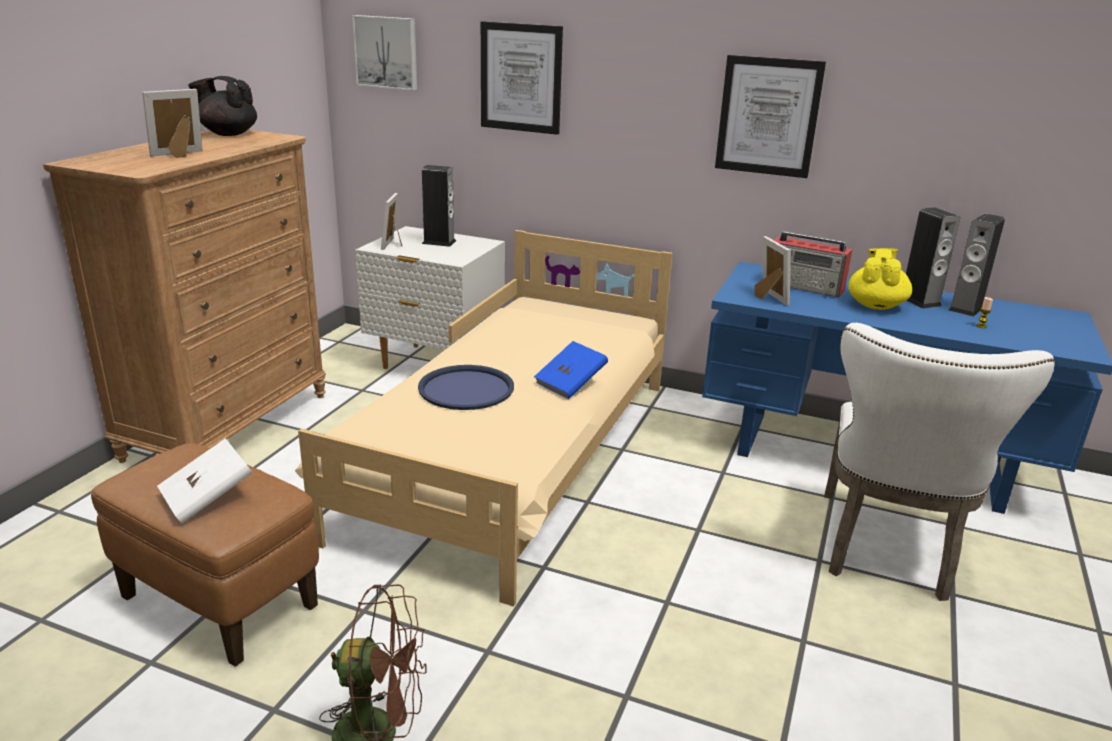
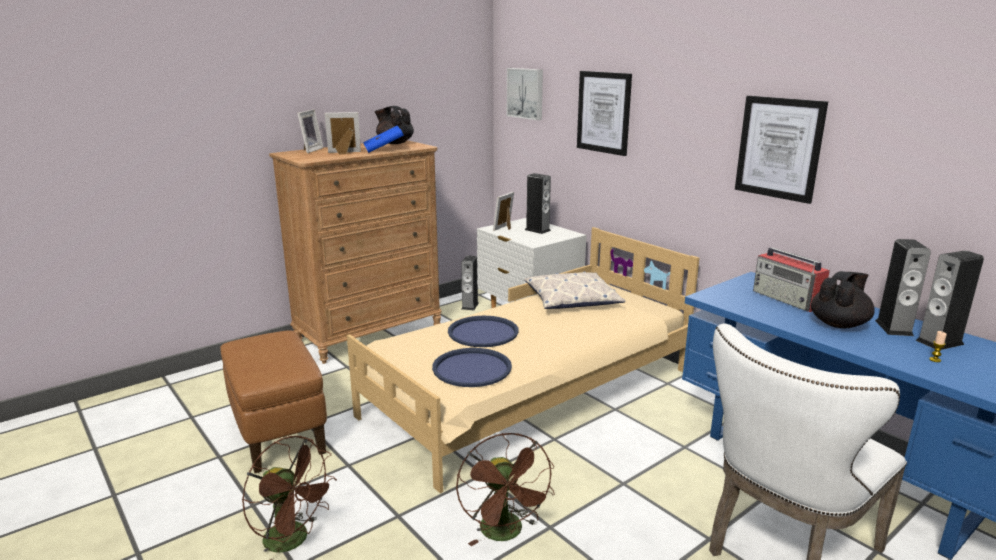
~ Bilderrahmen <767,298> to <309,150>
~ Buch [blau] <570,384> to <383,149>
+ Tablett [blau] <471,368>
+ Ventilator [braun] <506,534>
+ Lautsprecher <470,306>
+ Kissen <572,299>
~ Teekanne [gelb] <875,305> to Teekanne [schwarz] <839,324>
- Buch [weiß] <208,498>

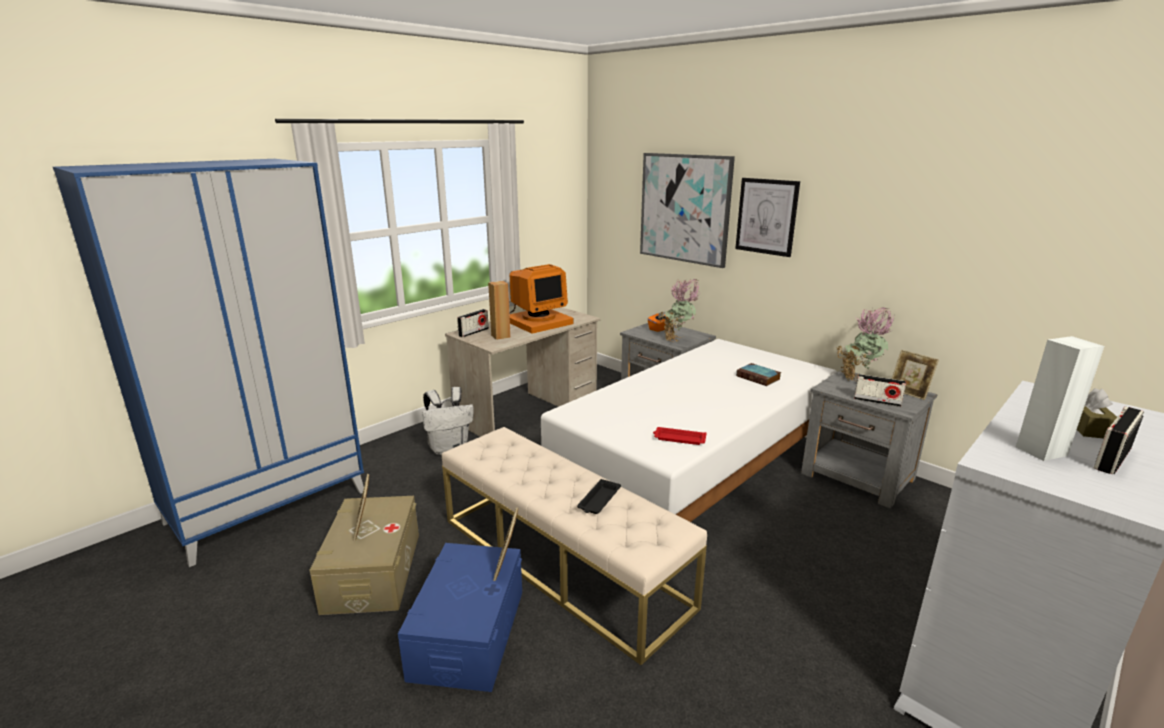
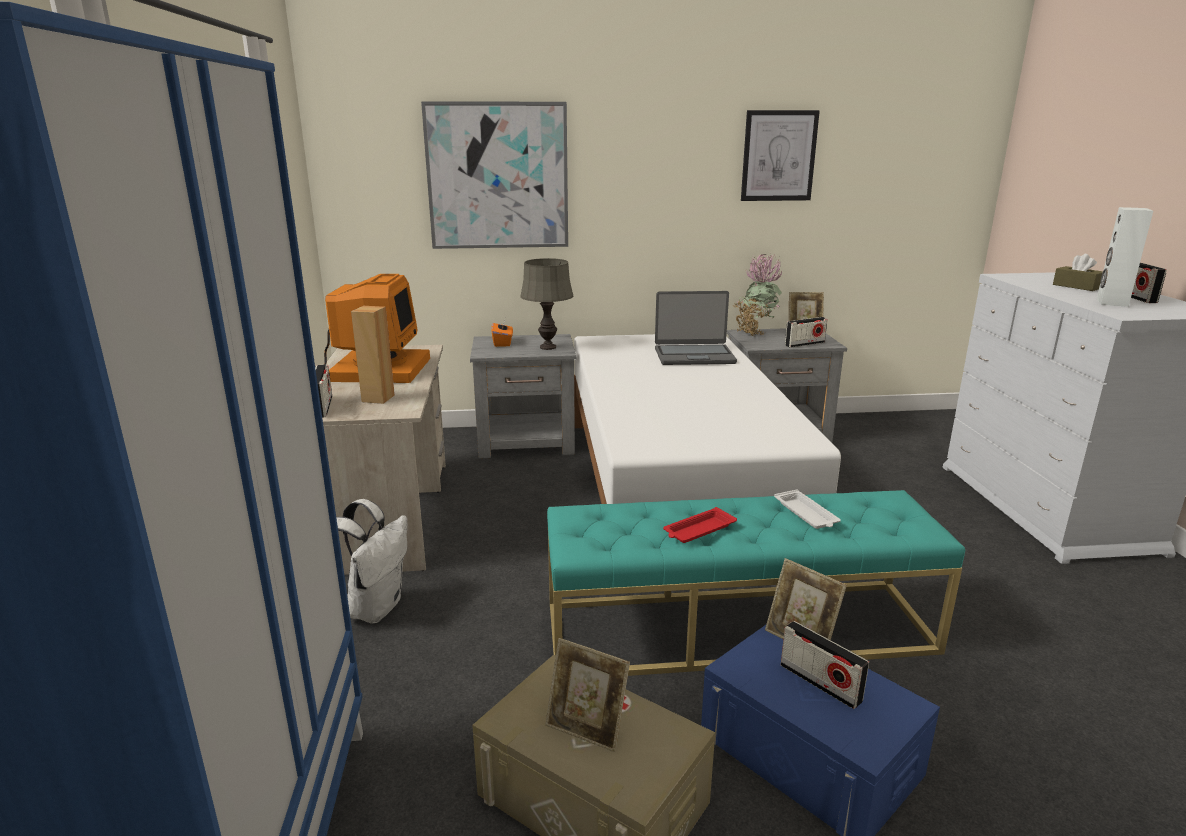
~ Topfpflanze <678,340> to Tischlampe [grau] <548,347>
~ Bank [beige] <562,561> to Bank [türkis] <738,628>
~ Buch <759,378> to Laptop <694,356>
~ Tablett [rot] <678,439> to <698,530>
~ Bild <766,216> to <778,156>
~ Tablett [schwarz] <599,500> to Tablett [weiß] <806,514>
+ Radio <820,683>

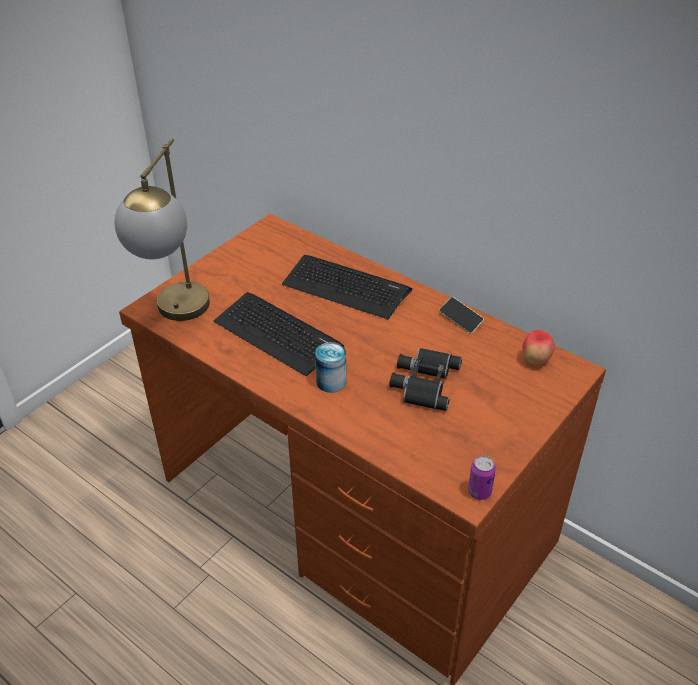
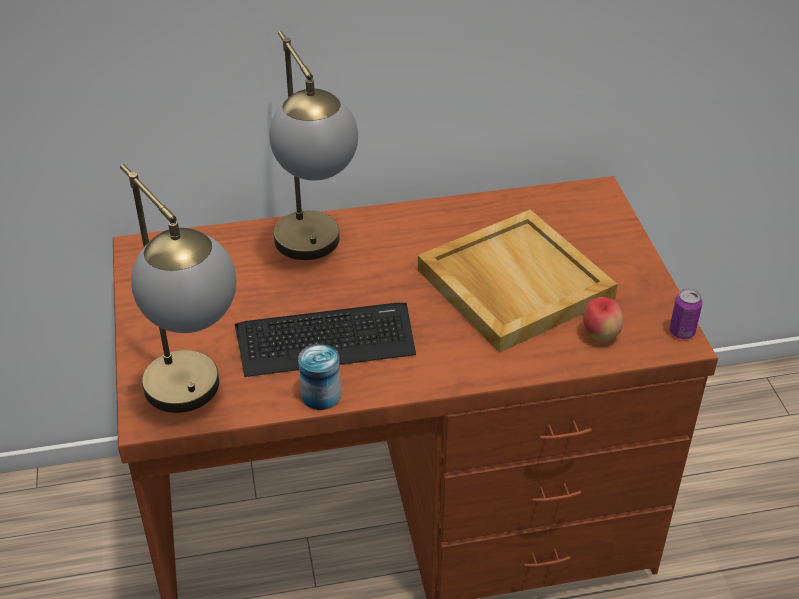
~ Tastatur <346,287> to Tischlampe <316,254>
~ Dose <331,382> to <321,395>
~ Fernglas [schwarz] <423,382> to Tablett [beige] <512,284>
~ Apfel <535,360> to <600,335>
- Handy <460,320>

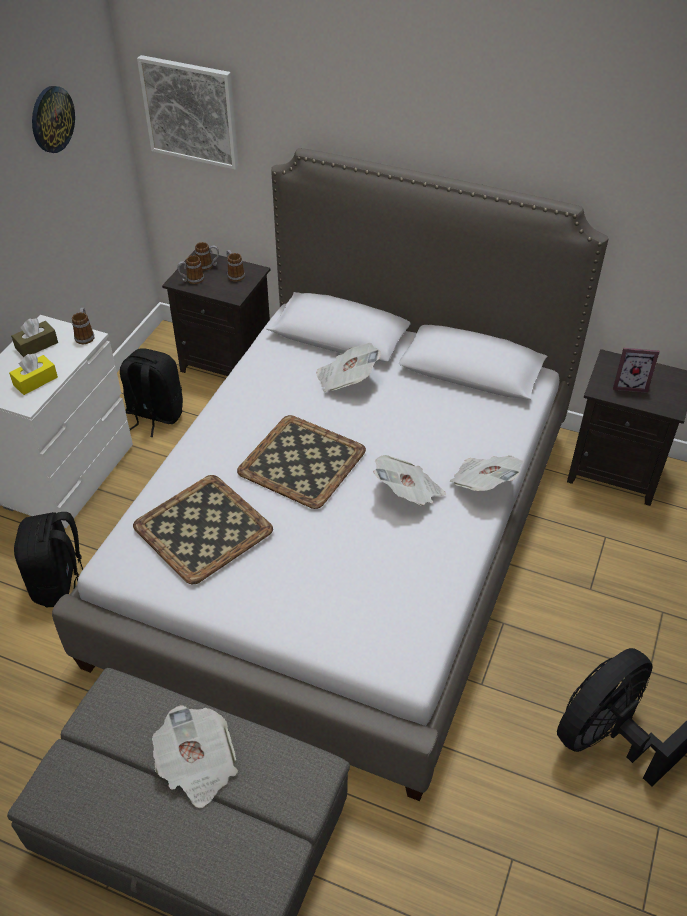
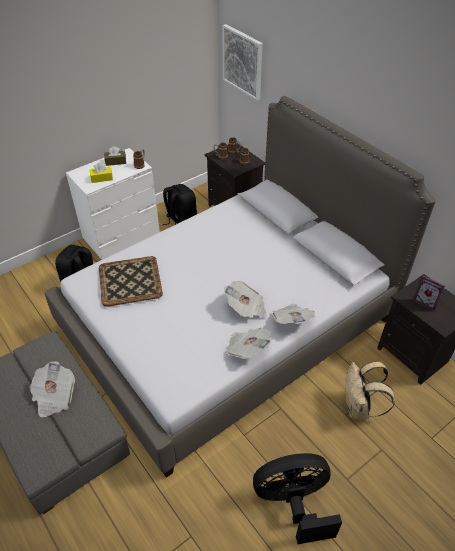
~ Zeitung <346,380> to <247,349>
+ Rucksack [beige] <359,408>
- Wanduhr <52,119>
- Tablett <302,462>

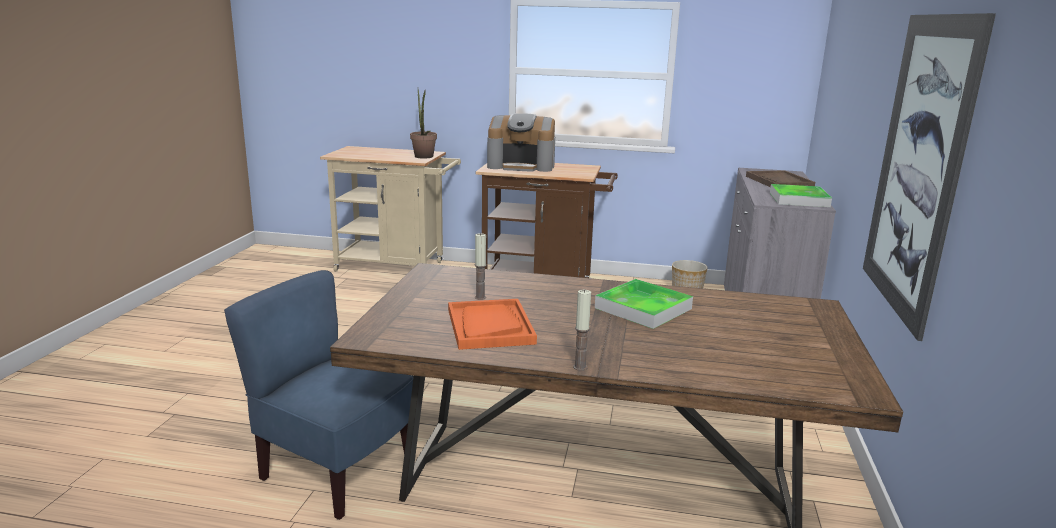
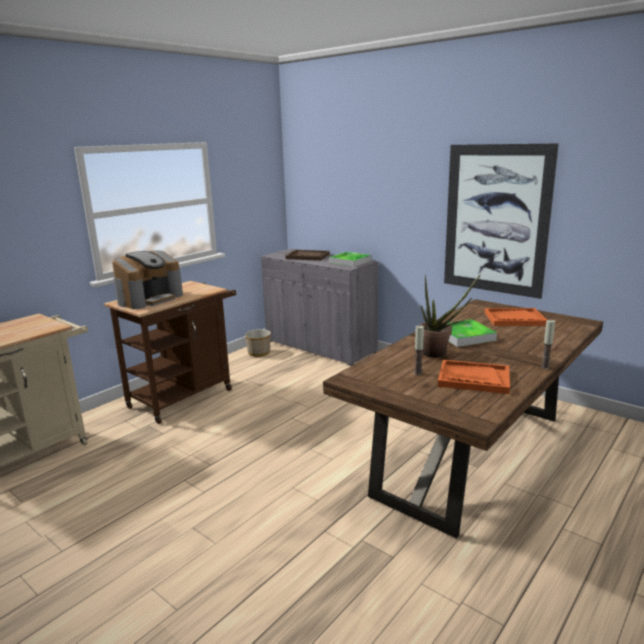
~ Topfpflanze <424,157> to <439,354>
+ Tablett [orange] <514,319>
- Stuhl [blau] <335,471>

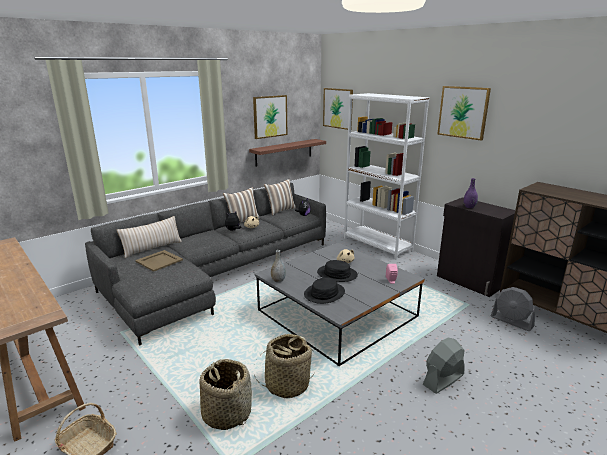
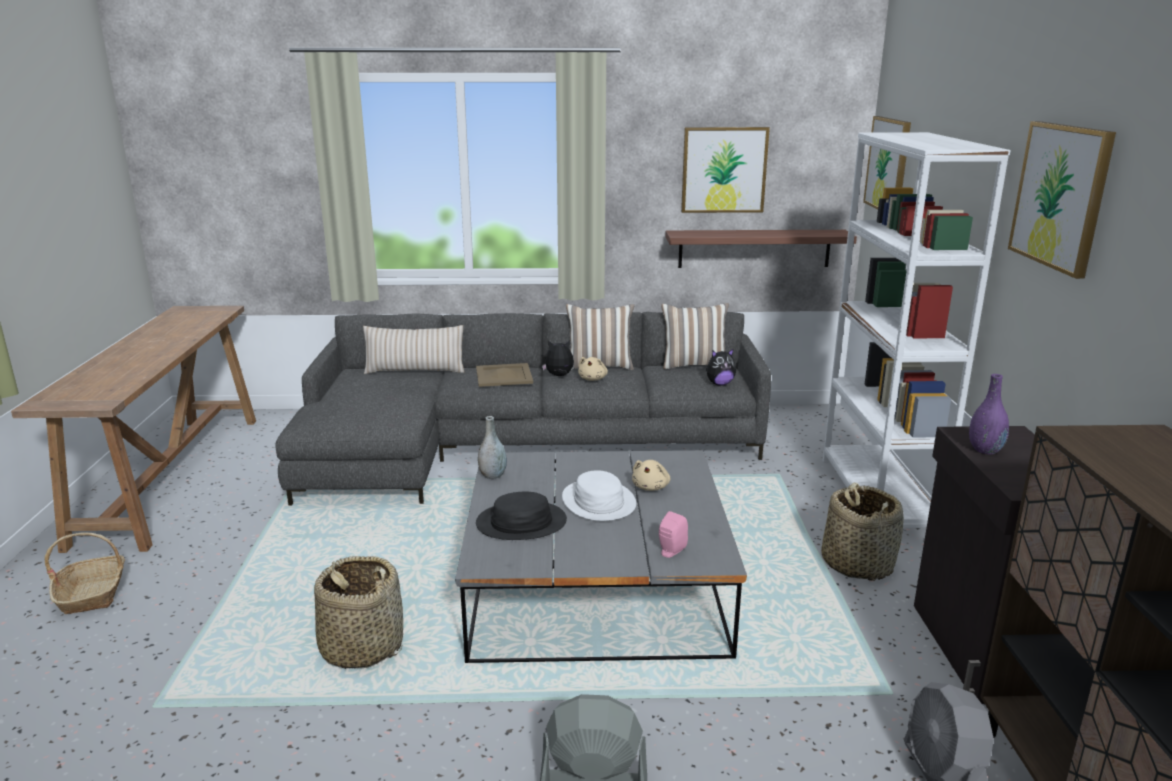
~ Tablett [beige] <159,261> to <504,375>
~ Hut [schwarz] <337,274> to Hut [weiß] <598,502>
~ Korb <226,413> to <857,563>

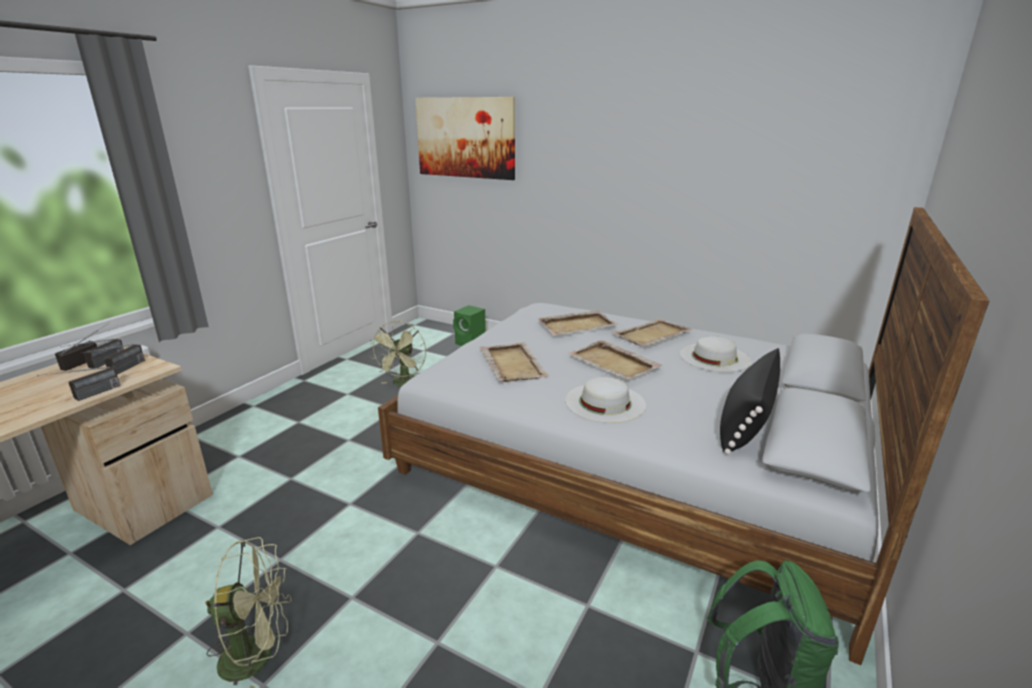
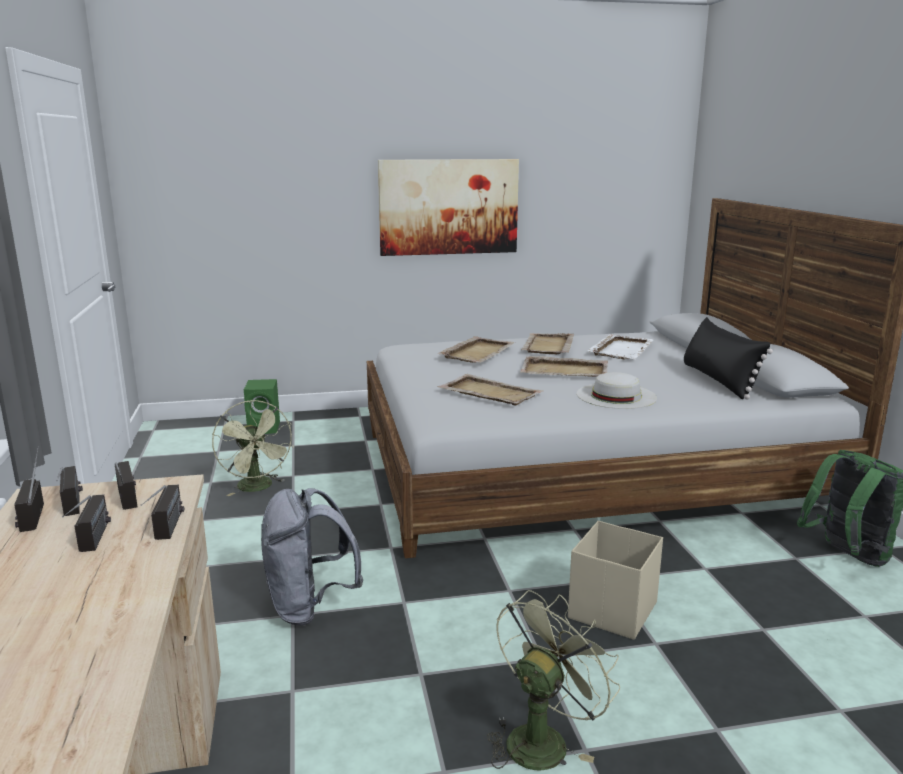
+ Radio <92,544>
+ Rucksack [grau] <309,607>
~ Bild <465,138> to <448,207>
+ Aufbewahrungsbox [beige] <611,611>
~ Hut [weiß] <714,357> to Tablett [weiß] <621,349>

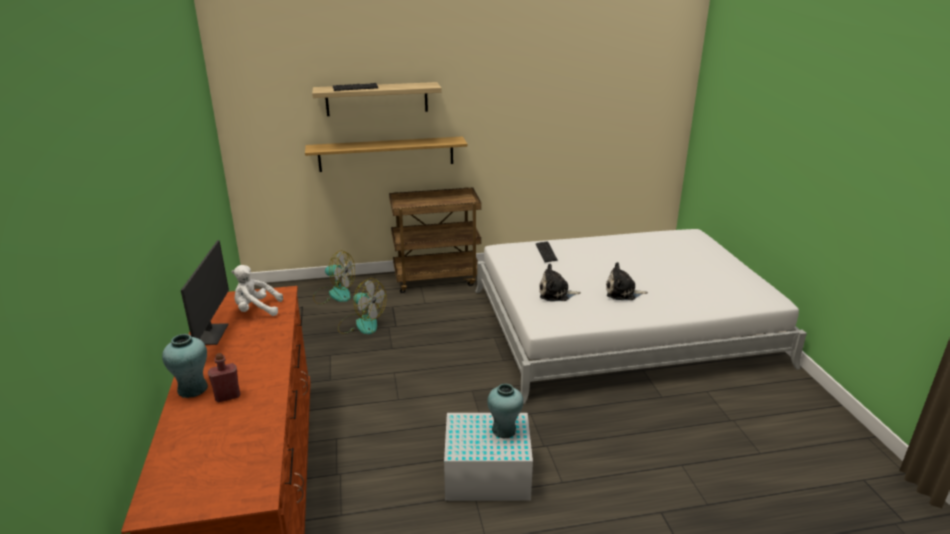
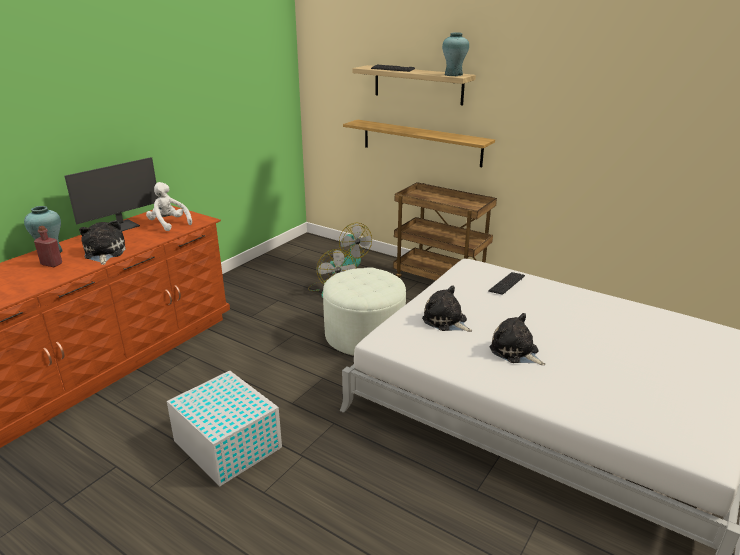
+ Plüschtier <104,253>
+ Polsterhocker [weiß] <364,335>
~ Vase [türkis] <504,430> to <453,75>

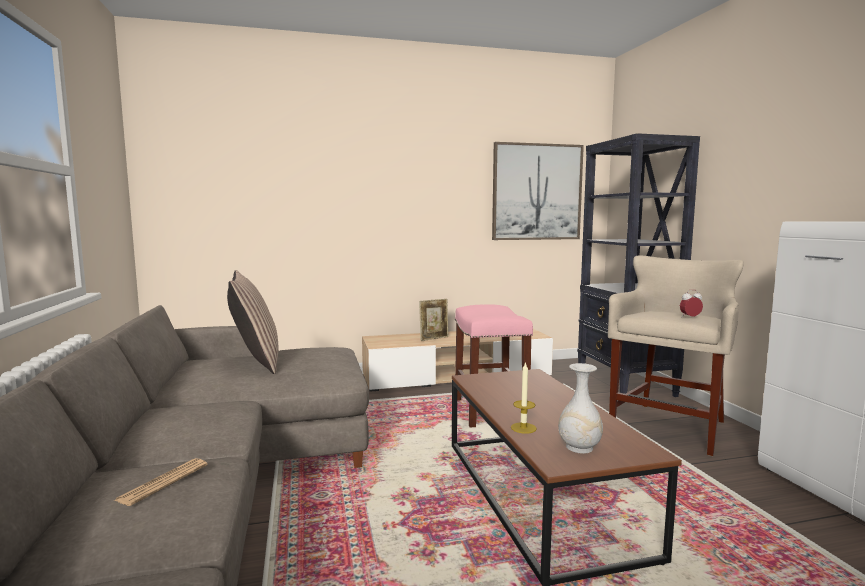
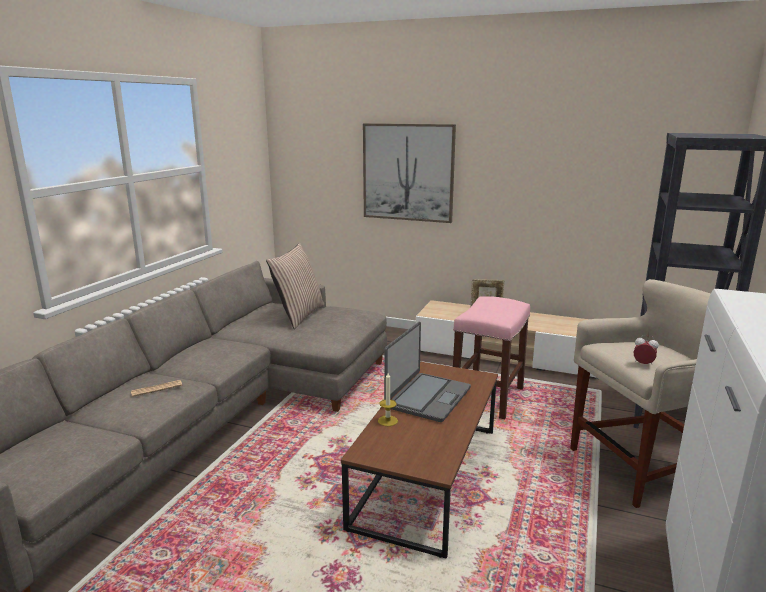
~ Bild <537,192> to <408,172>
+ Laptop <427,397>
- Vase [weiß] <579,447>

